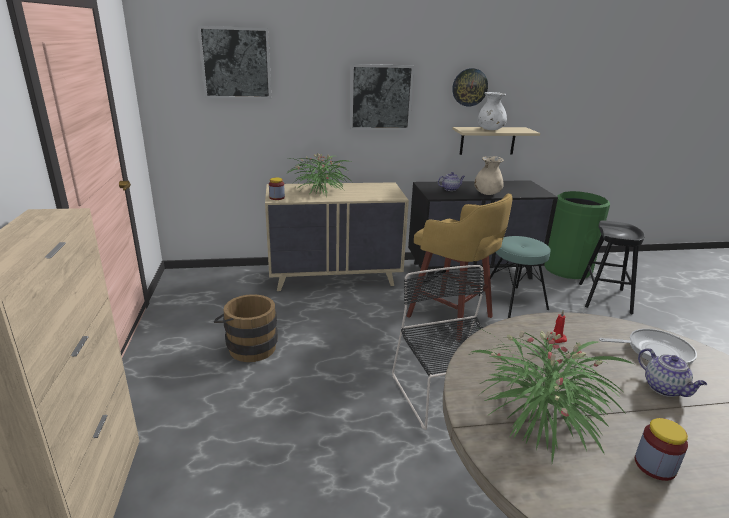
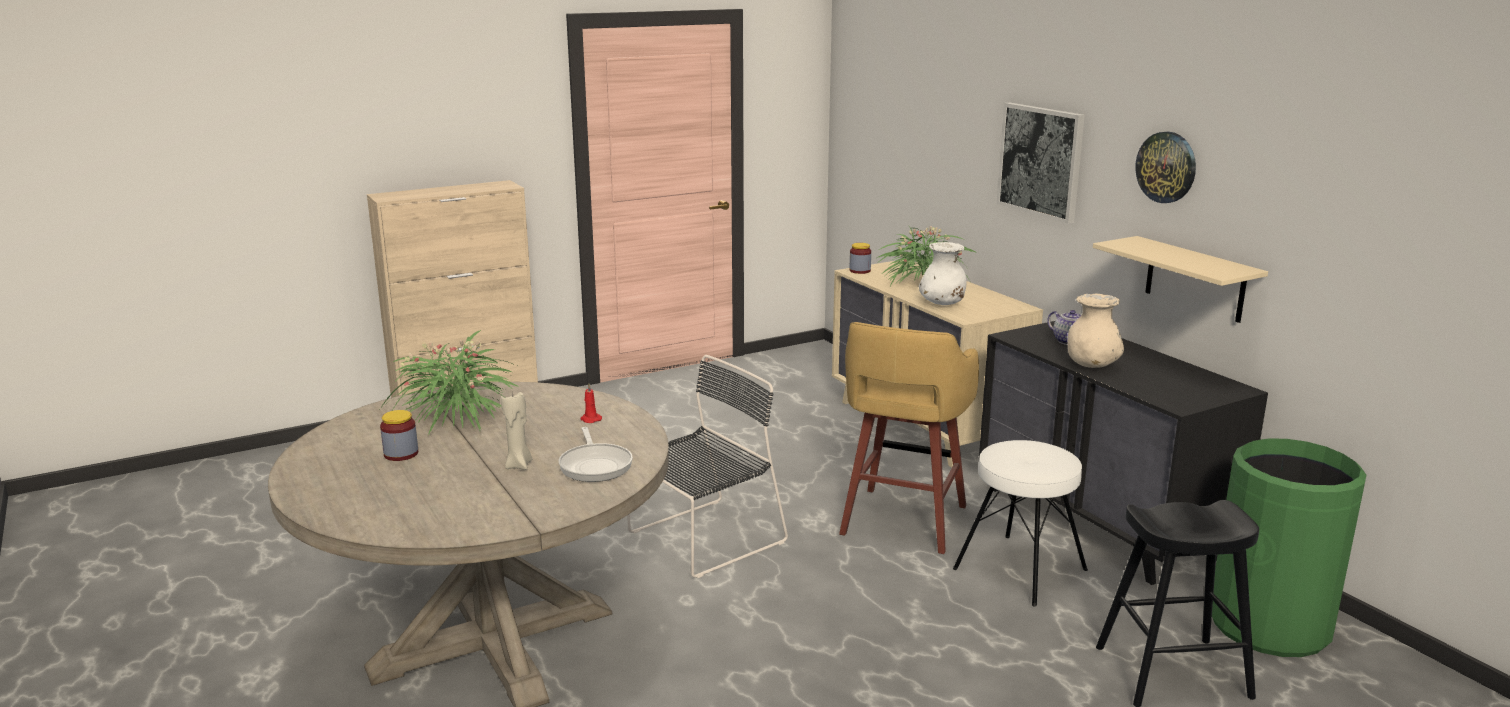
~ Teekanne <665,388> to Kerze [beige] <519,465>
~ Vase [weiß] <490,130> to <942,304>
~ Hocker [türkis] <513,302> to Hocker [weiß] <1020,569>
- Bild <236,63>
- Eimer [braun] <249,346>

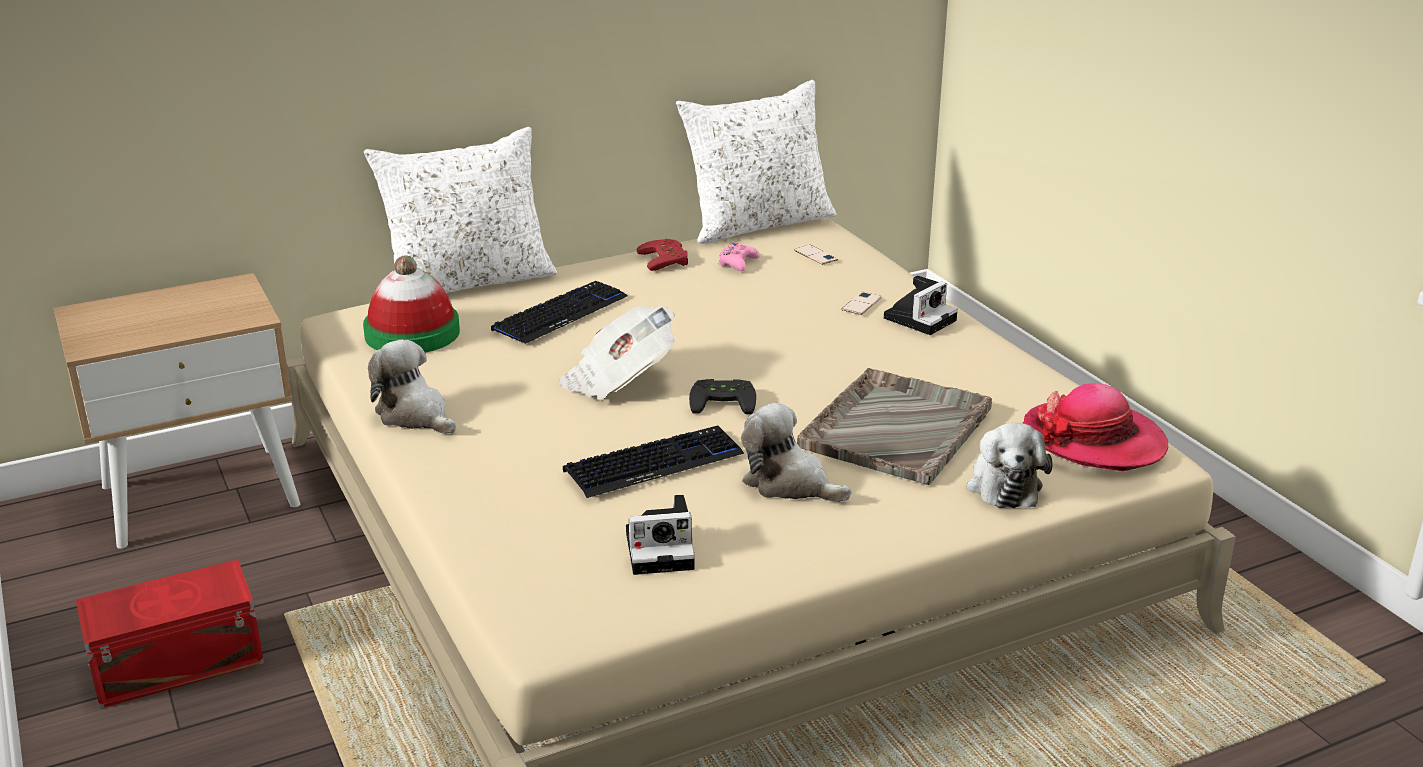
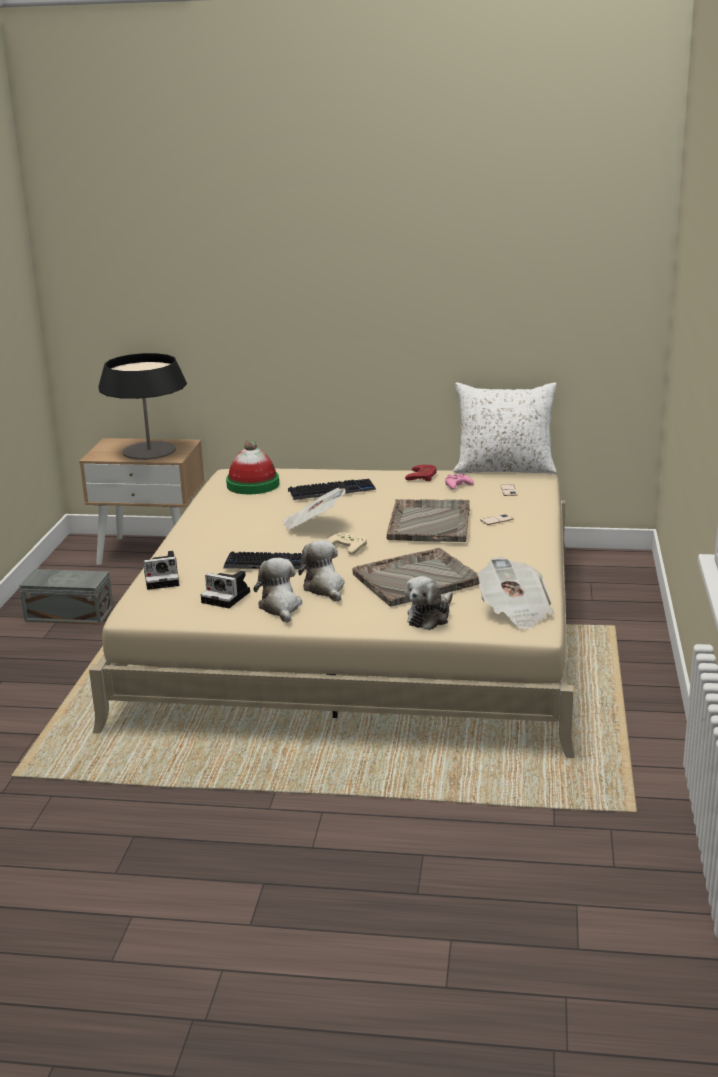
~ Aufbewahrungsbox [rot] <174,662> to Aufbewahrungsbox [grau] <68,613>
+ Tischlampe <149,450>
~ Kamera <920,318> to <163,579>
~ Plüschtier <415,415> to <280,607>
~ Gamepad [schwarz] <723,400> to Gamepad [beige] <348,546>
+ Tablett [grau] <429,522>
~ Hut <1094,440> to Zeitung <515,612>
- Kissen [weiß] <469,282>

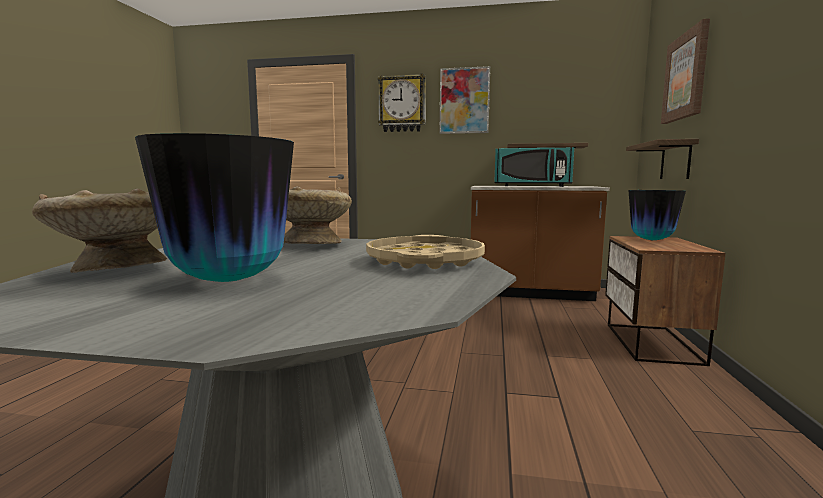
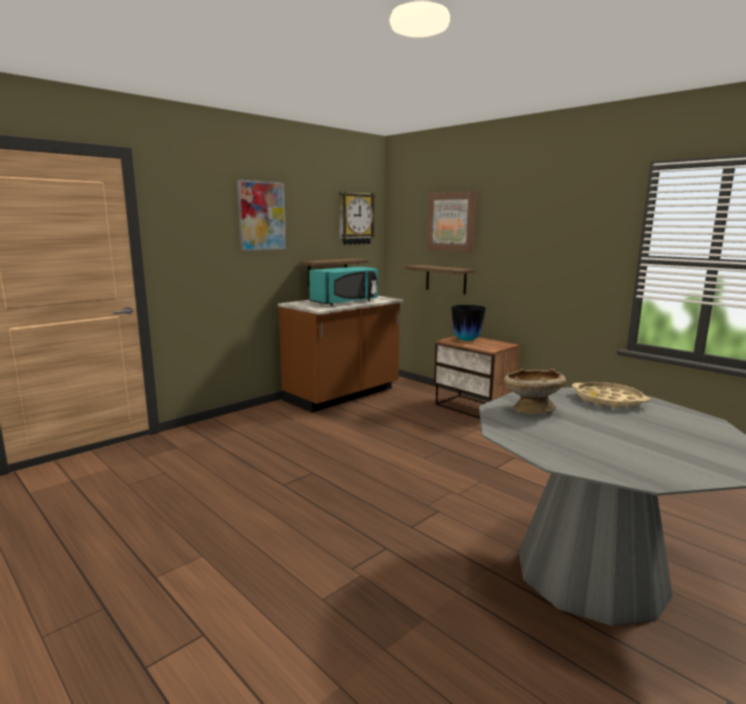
~ Wanduhr <402,104> to <355,218>
- Schüssel [beige] <115,270>
- Vase <228,281>

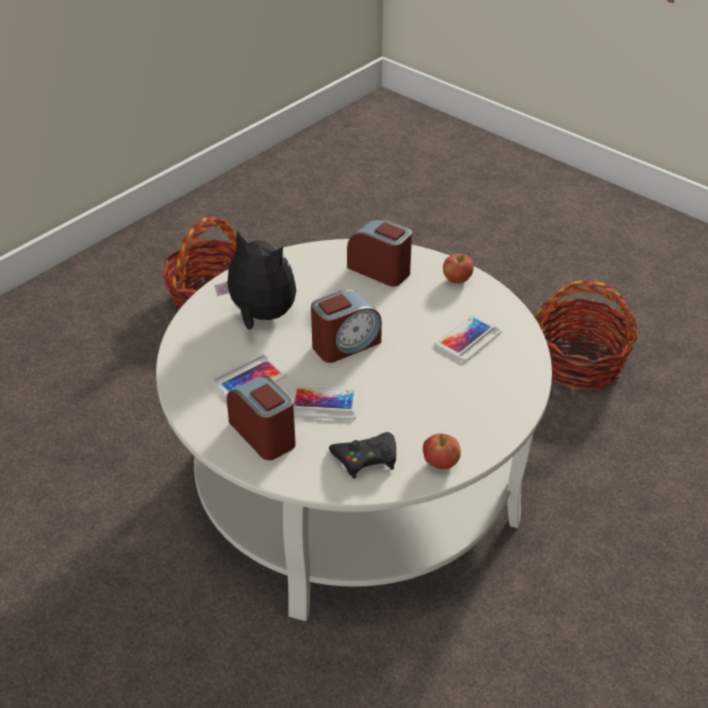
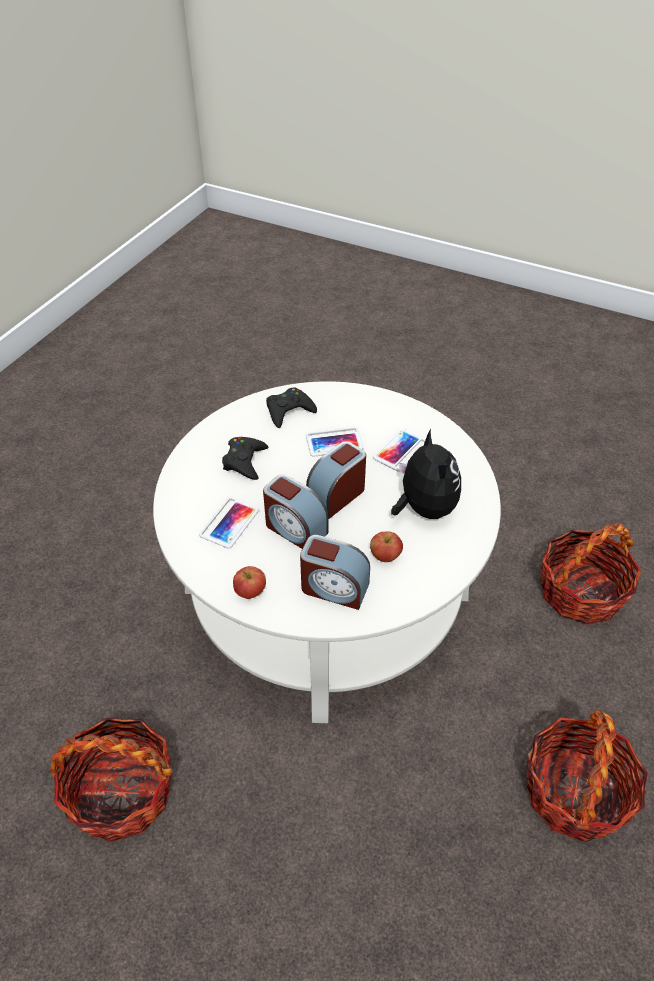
+ Gamepad [schwarz] <245,461>
~ Wecker <264,434> to <295,529>
~ Apfel <440,463> to <385,556>
~ Plüschtier <260,316> = <424,508> 120 degrees counterclockwise
+ Korb <580,592>

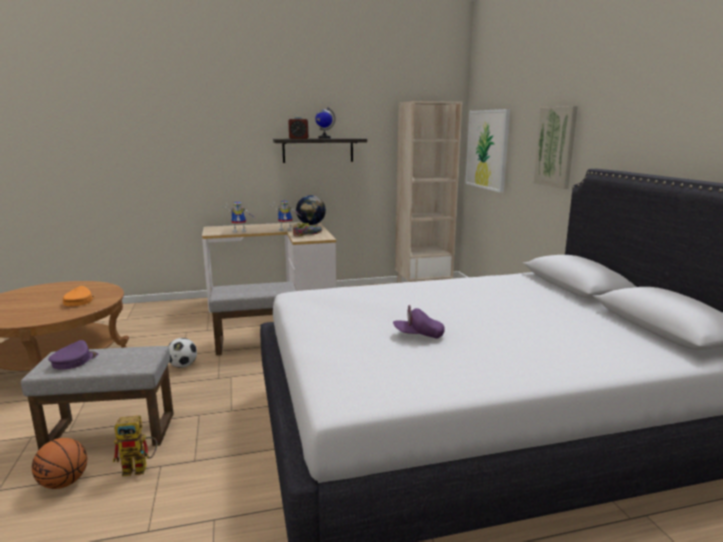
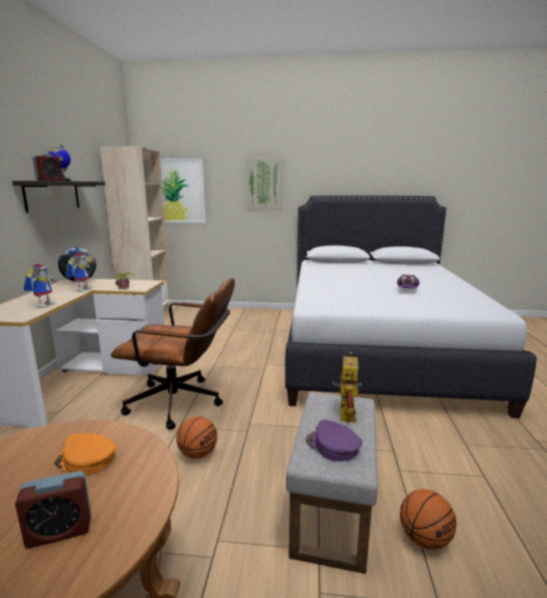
+ Wecker <59,531>
~ Polsterhocker [grau] <256,343> to Bürostuhl [braun] <183,403>
~ Fußball <183,366> to Basketball <198,454>
~ Spielzeugroboter <140,468> to <345,412>

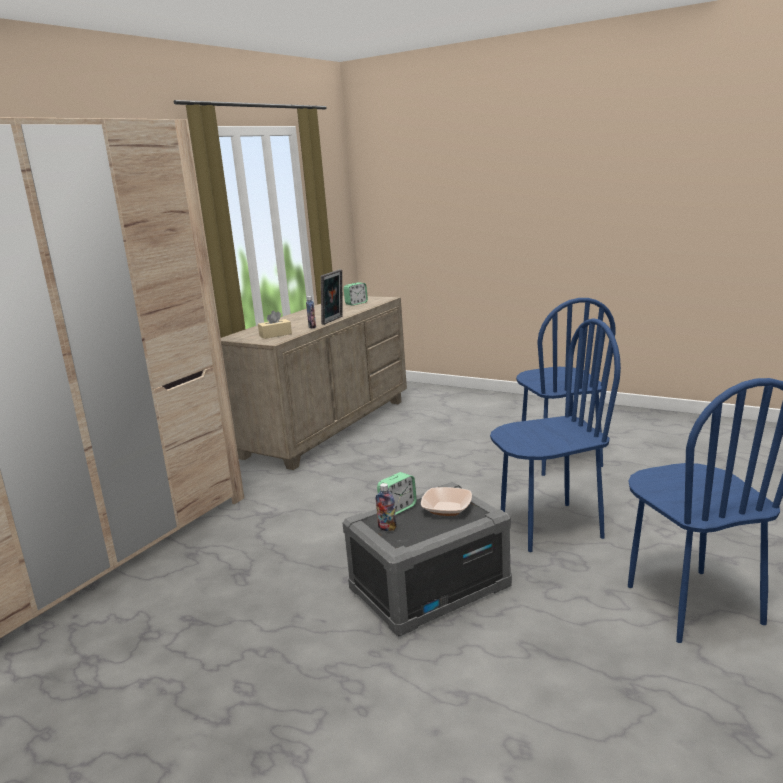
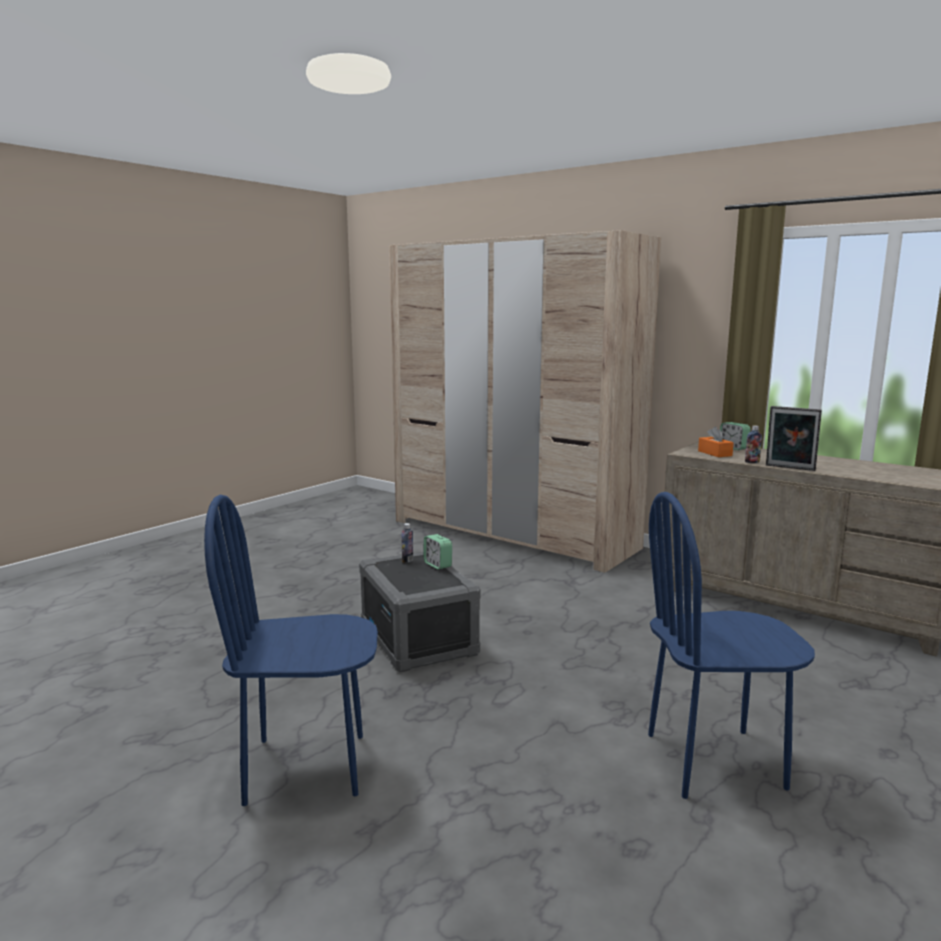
~ Taschentuchbox [beige] <275,335> to Taschentuchbox [orange] <715,453>
~ Wecker <356,303> to <733,448>
- Schüssel <447,509>
- Stuhl [blau] <550,527>

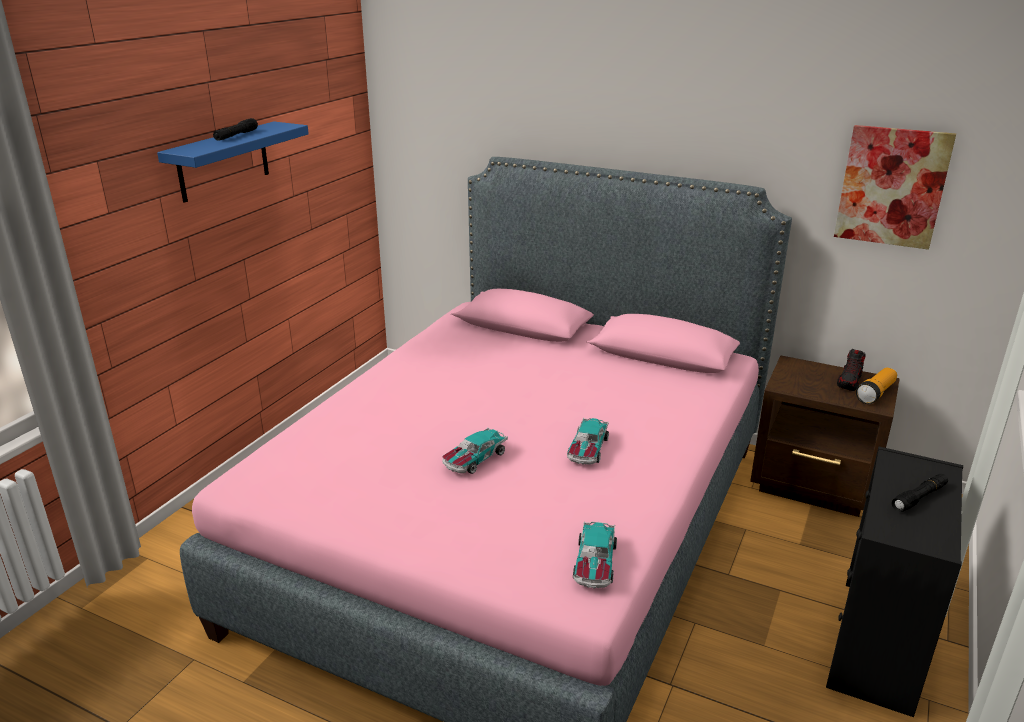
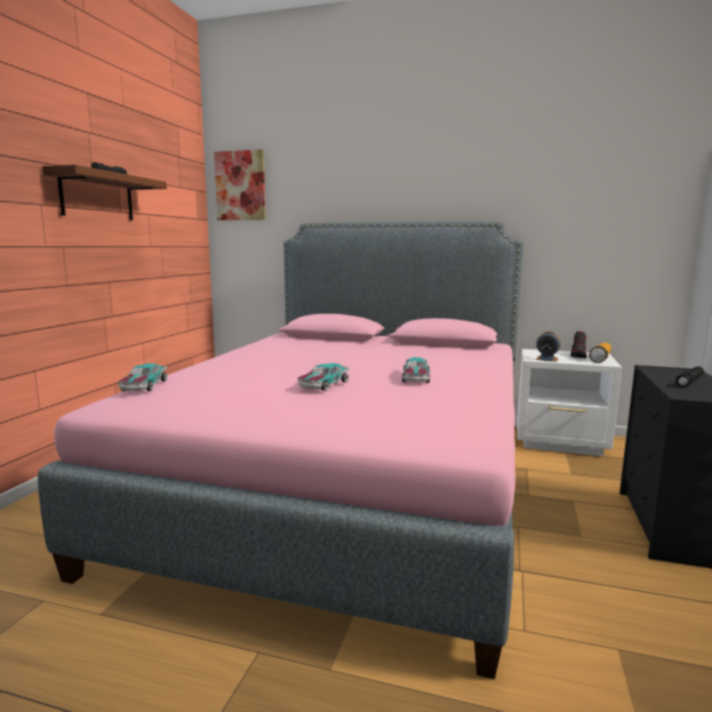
~ Wandregal [blau] <223,161> to Wandregal [braun] <97,196>
~ Spielzeugauto <595,564> to <144,386>
~ Bild <892,186> to <240,186>
~ Nachttisch [braun] <814,486> to Nachttisch [weiß] <561,443>
+ Wecker <547,359>

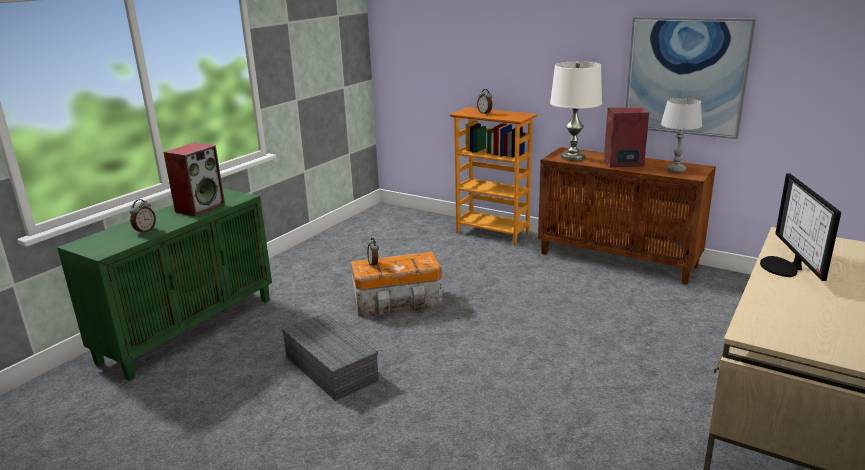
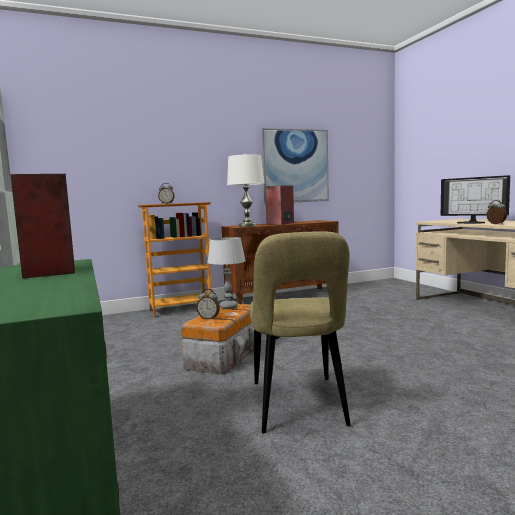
~ Tischlampe [grau] <676,170> to <228,307>
~ Aufbewahrungsbox [grau] <329,368> to Stuhl [beige] <298,406>
~ Wecker <145,231> to <495,224>

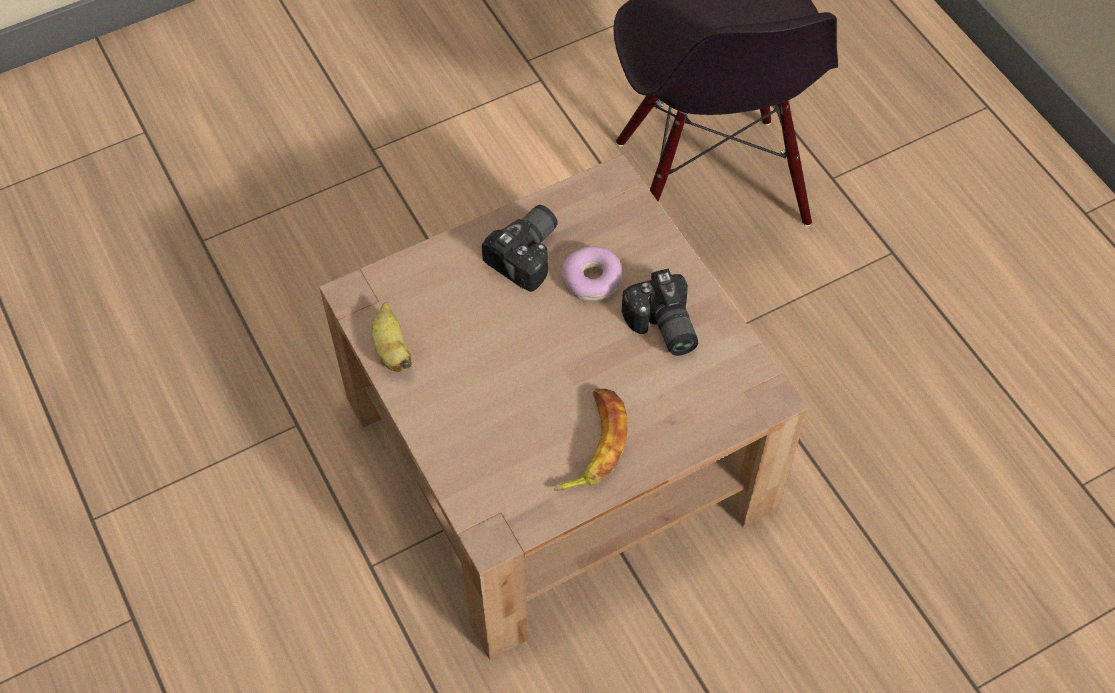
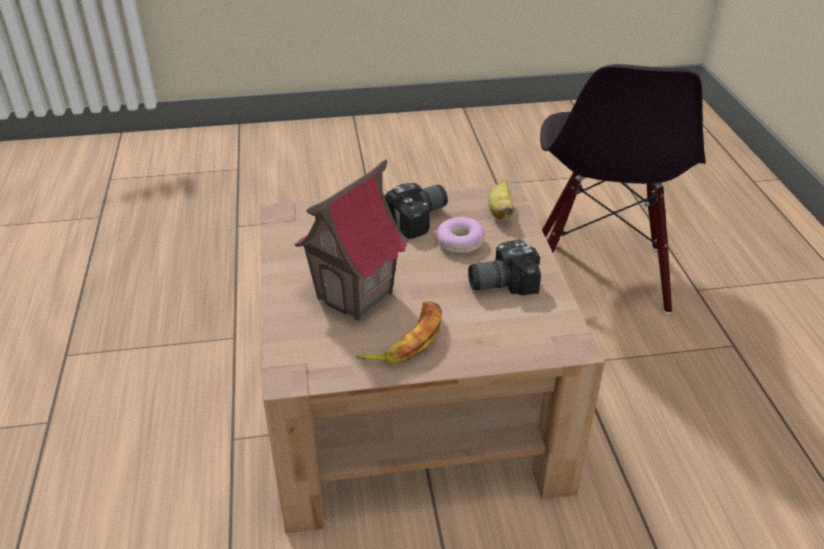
+ Spielzeughaus <356,295>
~ Kamera <661,328> = <500,281> 75 degrees clockwise
~ Banane <392,350> to <500,212>

